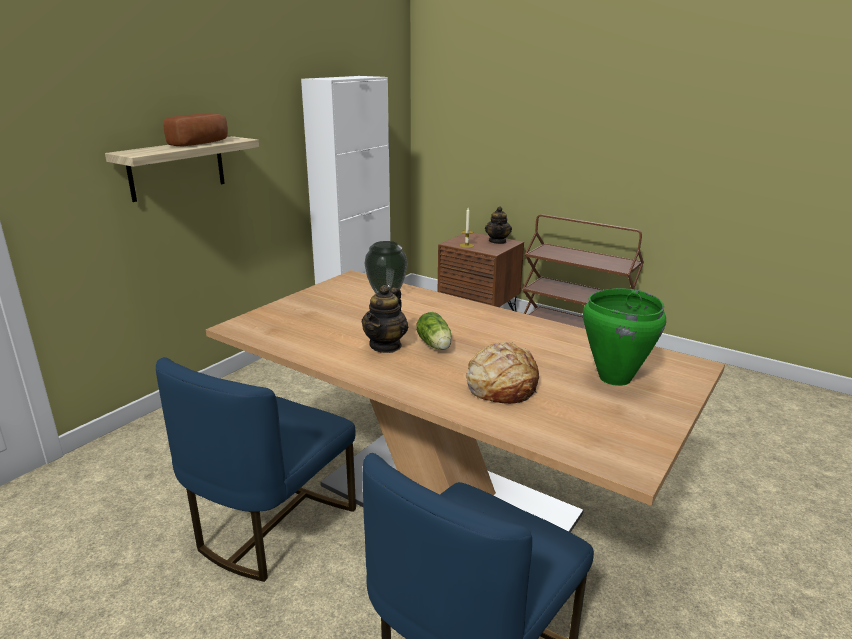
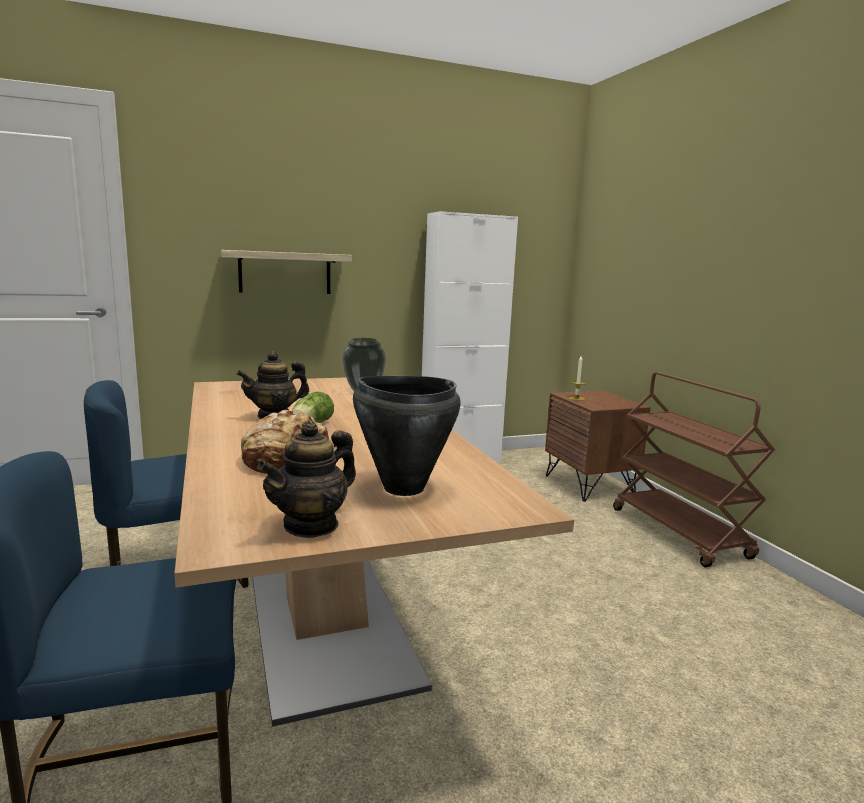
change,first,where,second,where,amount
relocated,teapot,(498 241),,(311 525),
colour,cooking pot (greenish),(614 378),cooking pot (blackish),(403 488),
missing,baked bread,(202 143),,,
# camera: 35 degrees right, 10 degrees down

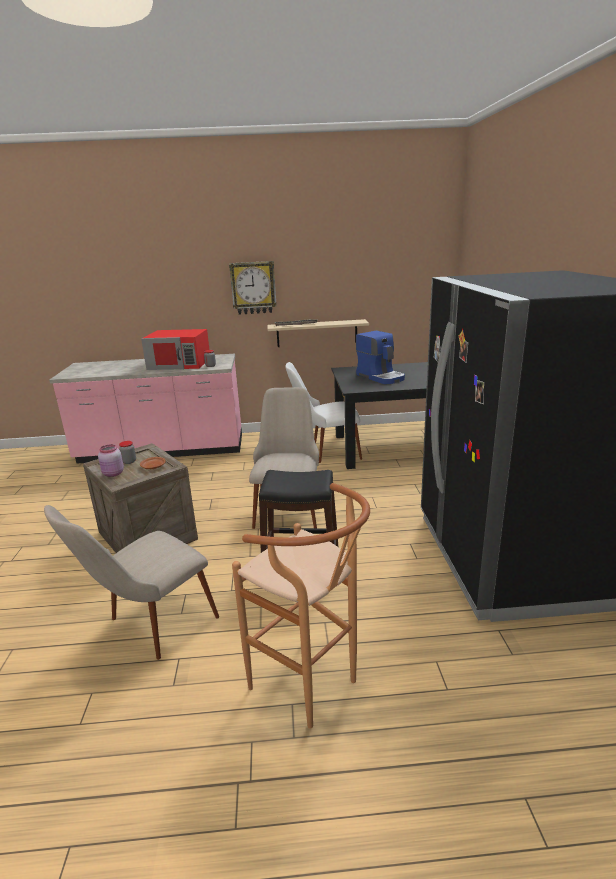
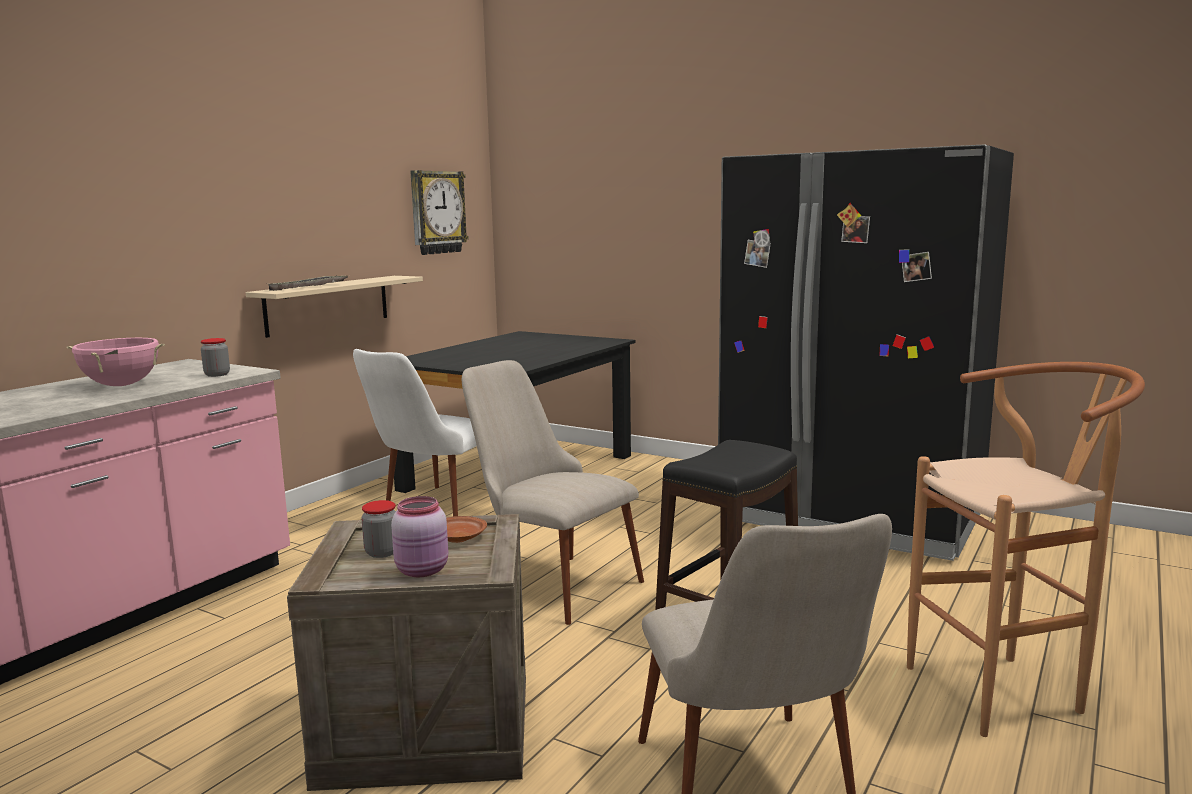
change,first,where,second,where,amount
exchanged,microwave oven (reddish),(180 364),cooking pot (pinkish),(121 385),
relocated,wall clock,(253 288),,(437 212),
missing,coffee brewer,(381 377),,,
# camera: 55 degrees left, 10 degrees down

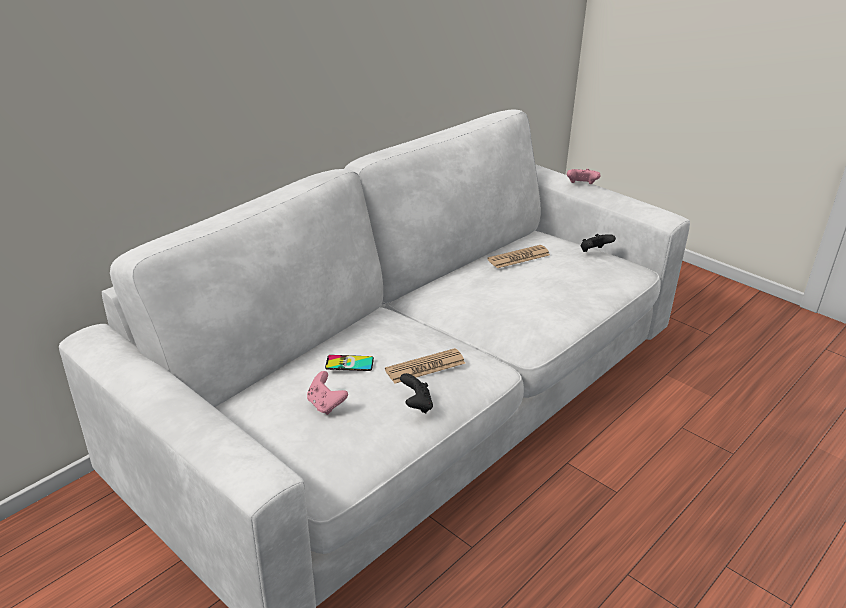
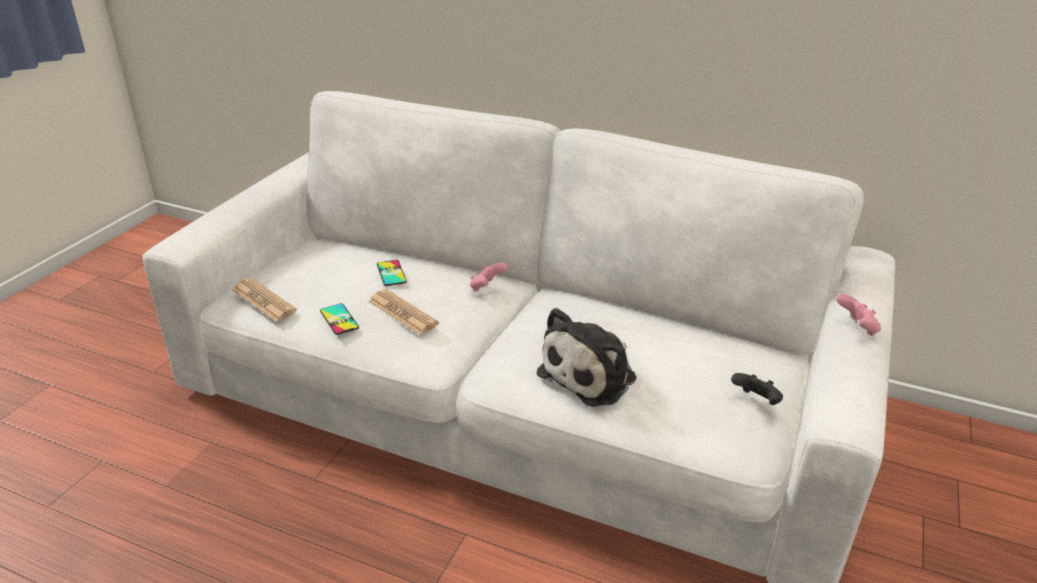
change,first,where,second,where,amount
relocated,daily paper,(519 257),,(263 300),
exchanged,game controller (blackish),(416 405),handset,(339 319),
relocated,game controller (pinkish),(326 405),,(487 288),
appeared,,,cuddly toy,(591 375),
# camera: 70 degrees right, 0 degrees up

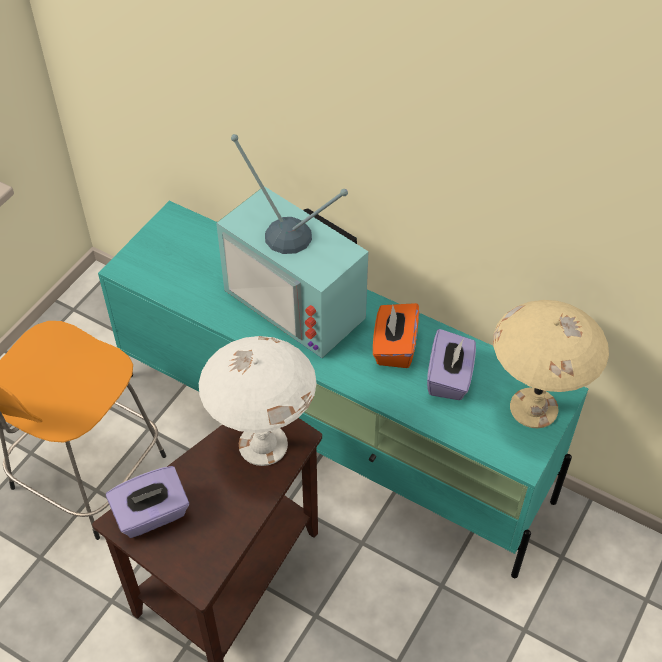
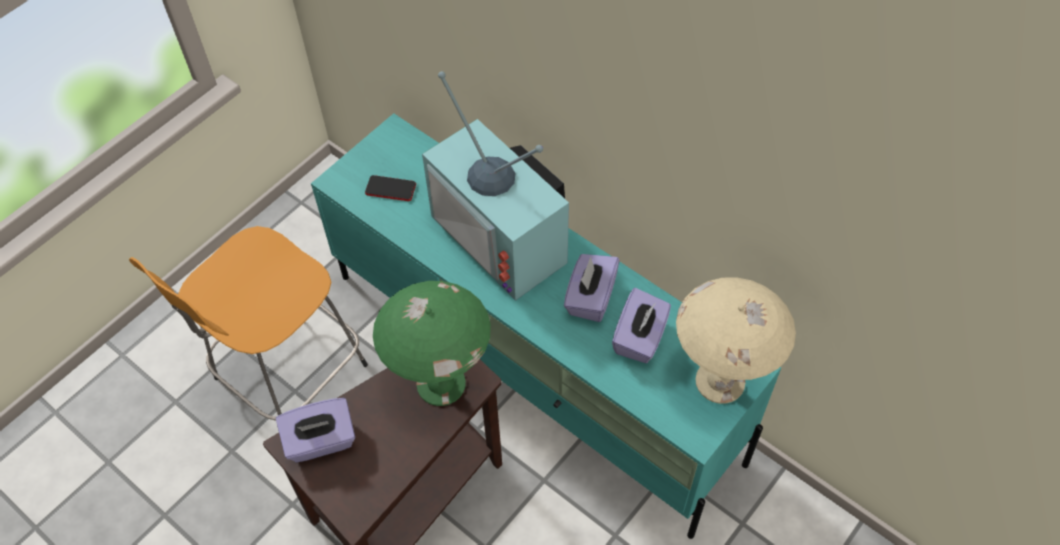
change,first,where,second,where,amount
appeared,,,handset,(390 189),
colour,table lamp (whitish),(262 444),table lamp (greenish),(440 383),
colour,tissue box (orangey),(394 347),tissue box (purple),(590 298),
# camera: 10 degrees right, 5 degrees up

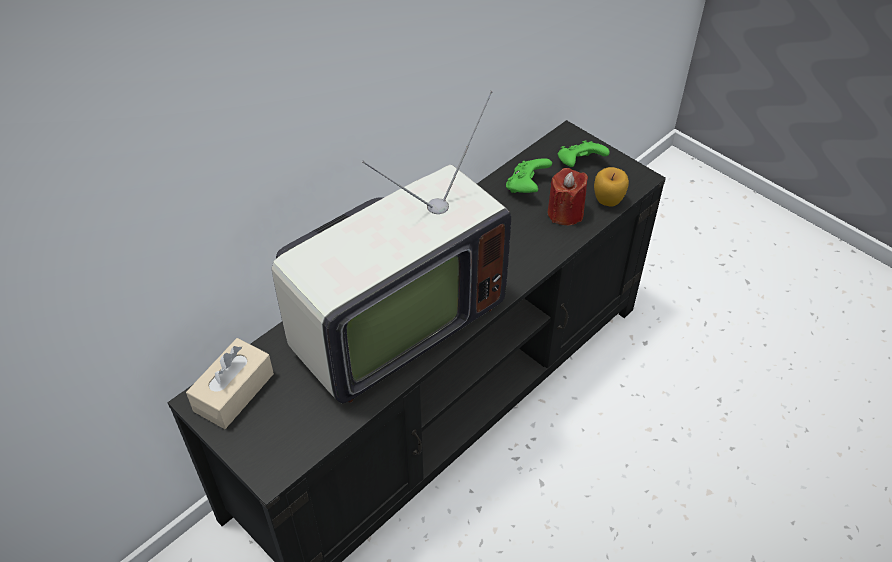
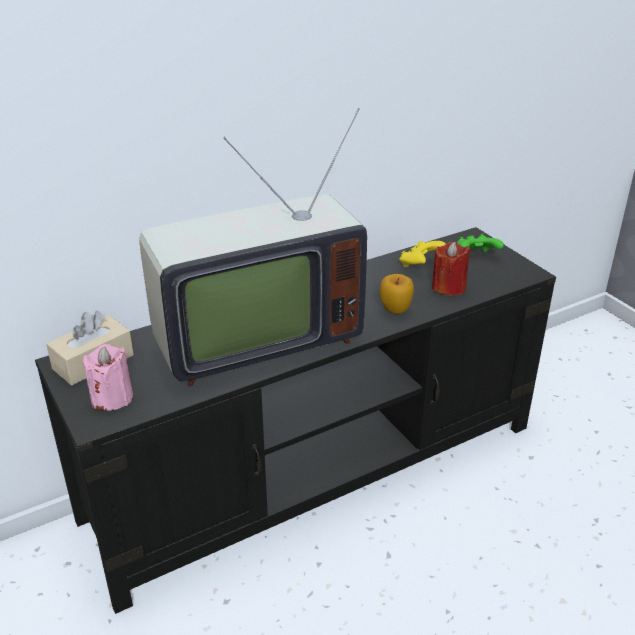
change,first,where,second,where,amount
appeared,,,wax light (pinkish),(112 398),
relocated,apple fruit,(607 202),,(395 310),
colour,game controller (greenish),(526 187),game controller (yellowish),(420 265),
# camera: 15 degrees right, 15 degrees down

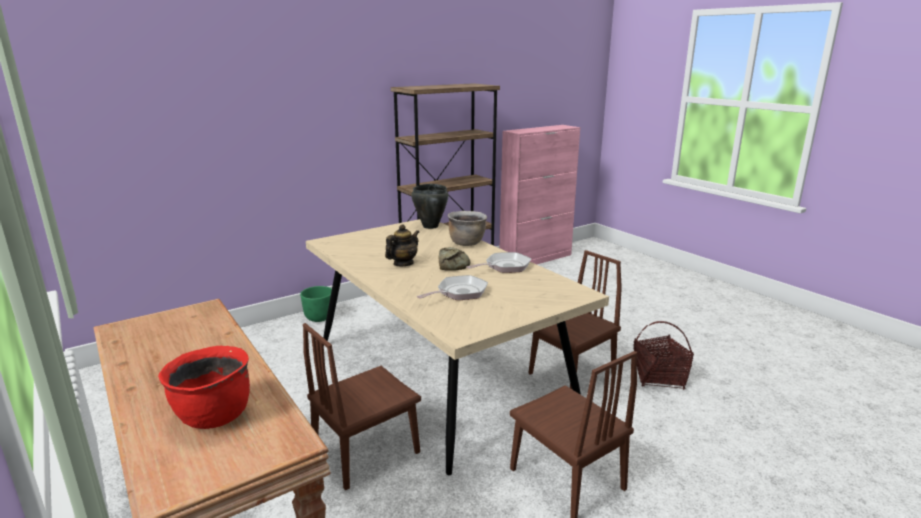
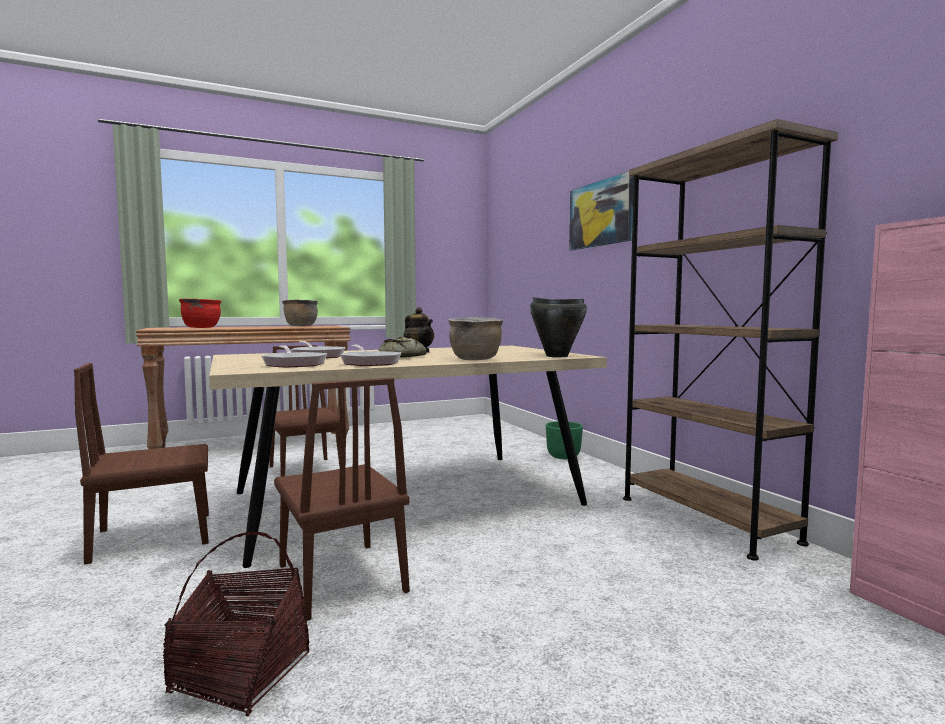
change,first,where,second,where,amount
appeared,,,frying pan,(294 364),
appeared,,,cooking pot (brown-coloured),(300 326),
appeared,,,wall picture,(601 214),
# camera: 100 degrees right, 15 degrees down

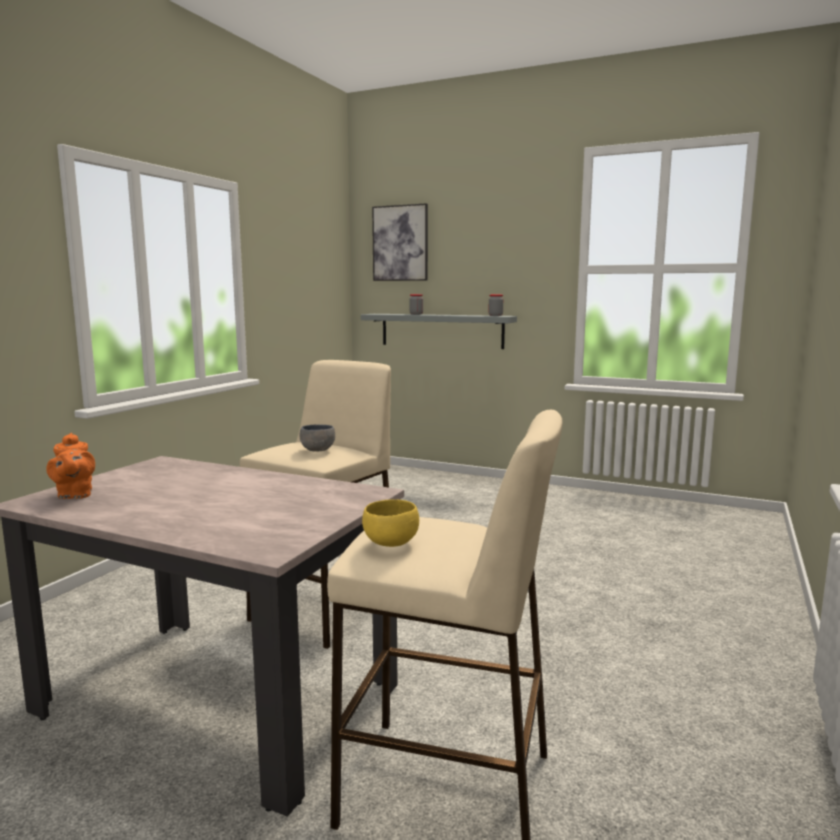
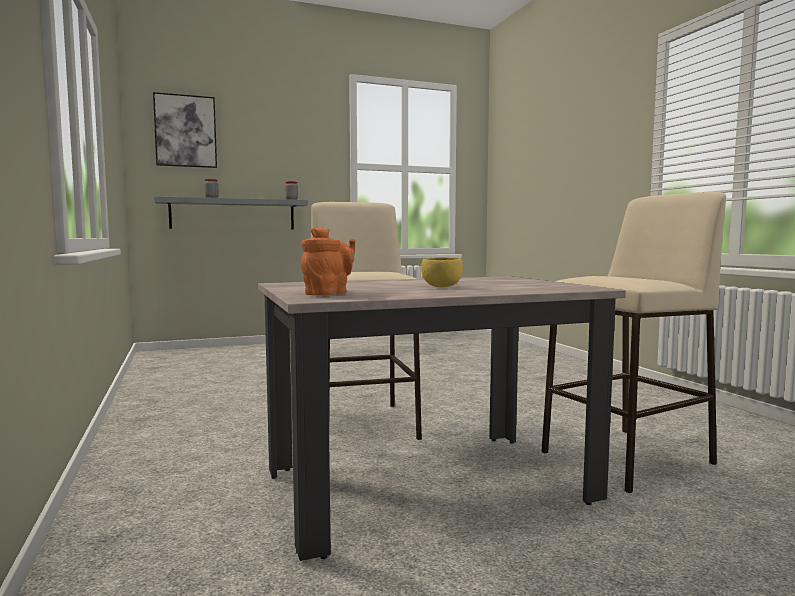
change,first,where,second,where,amount
spun,teapot (orangey),(74 495),,(329 294),75 degrees counterclockwise
relocated,deep dish (yellowish),(389 543),,(441 287),
missing,deep dish (gray),(318 450),,,
# camera: 45 degrees left, 5 degrees down

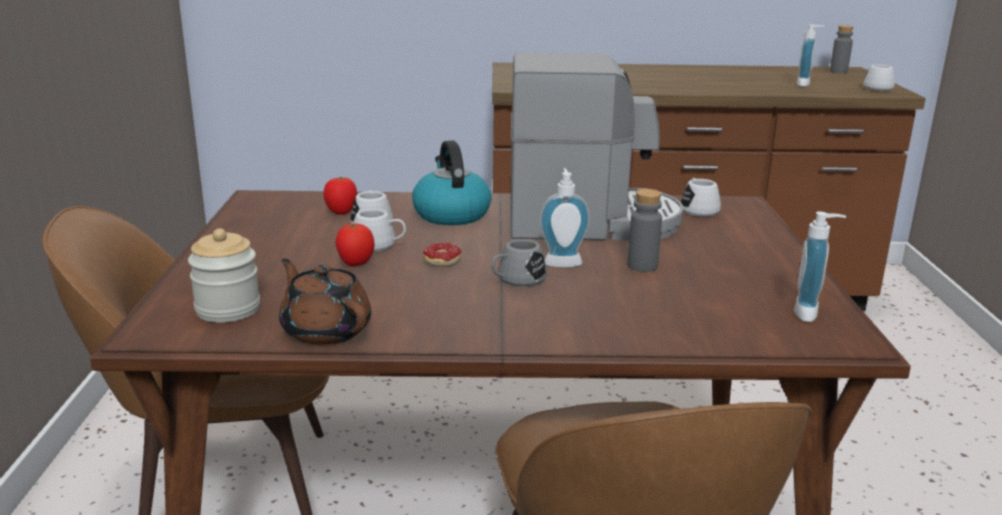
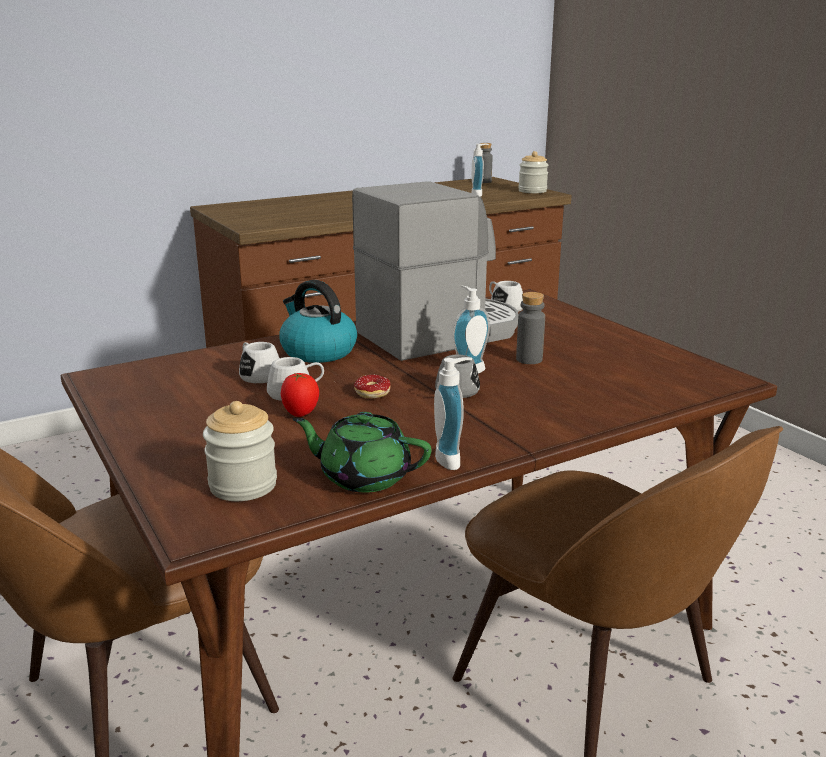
change,first,where,second,where,amount
colour,teapot (brown-coloured),(325 330),teapot (greenish),(363 477),
relocated,liquid soap bottle,(811 313),,(452 459),
exchanged,mug (whitish),(880 88),jar,(532 191),
missing,tomato,(341 213),,,
# camera: 30 degrees left, 0 degrees up

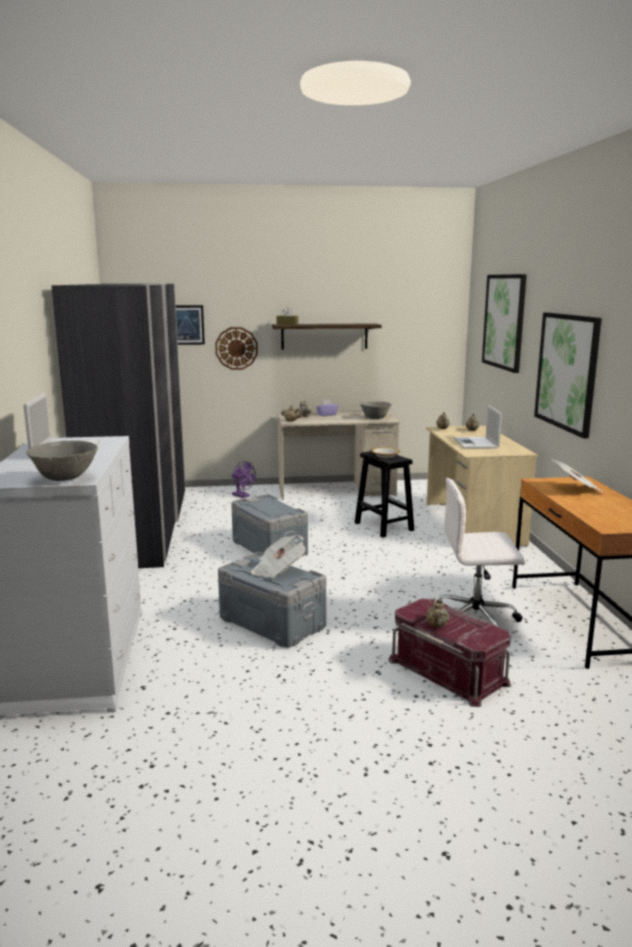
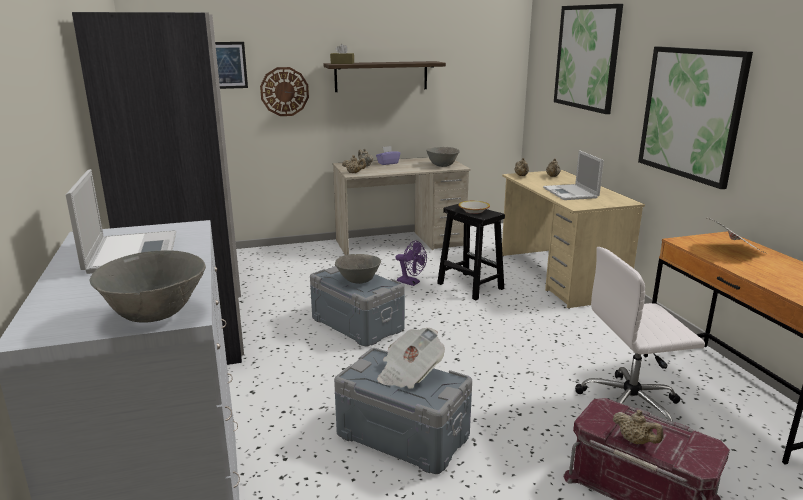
change,first,where,second,where,amount
appeared,,,deep dish (gray),(358 281),
relocated,fan (purple),(243 496),,(411 282),
spun,teapot (beige-coloured),(436 626),,(635 441),45 degrees counterclockwise
# camera: 10 degrees left, 5 degrees up

